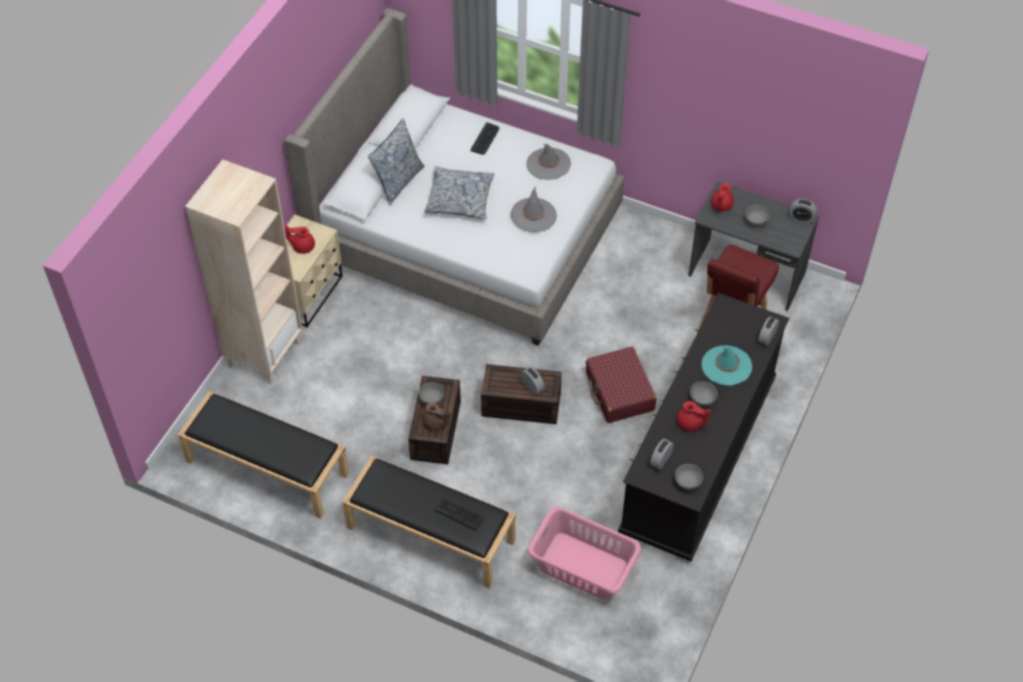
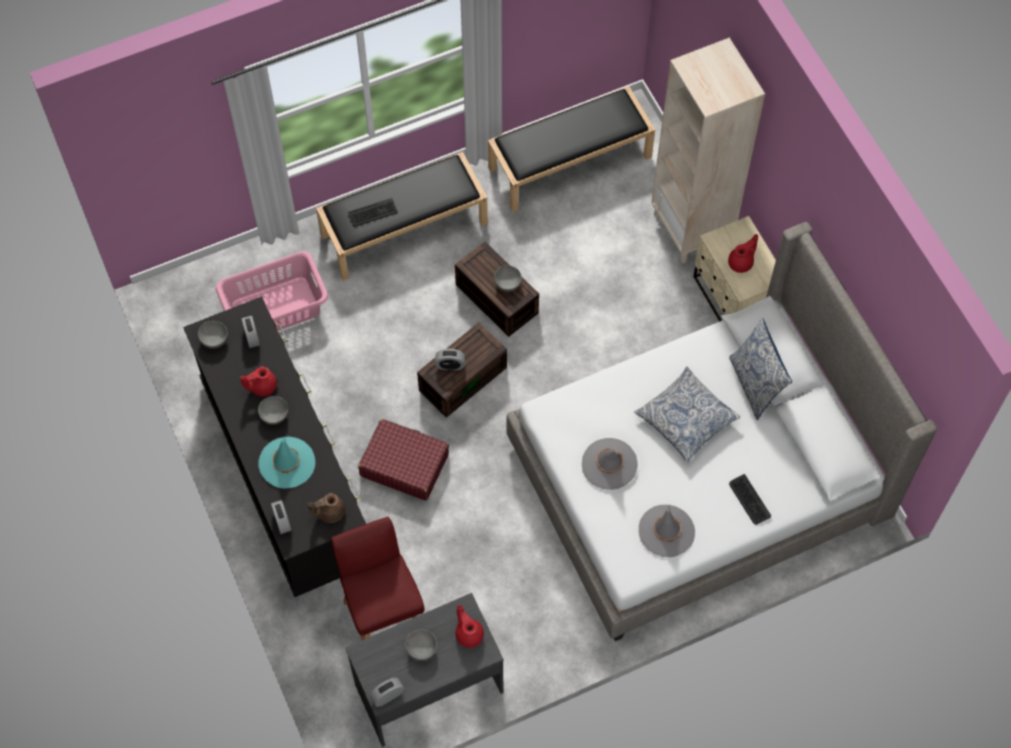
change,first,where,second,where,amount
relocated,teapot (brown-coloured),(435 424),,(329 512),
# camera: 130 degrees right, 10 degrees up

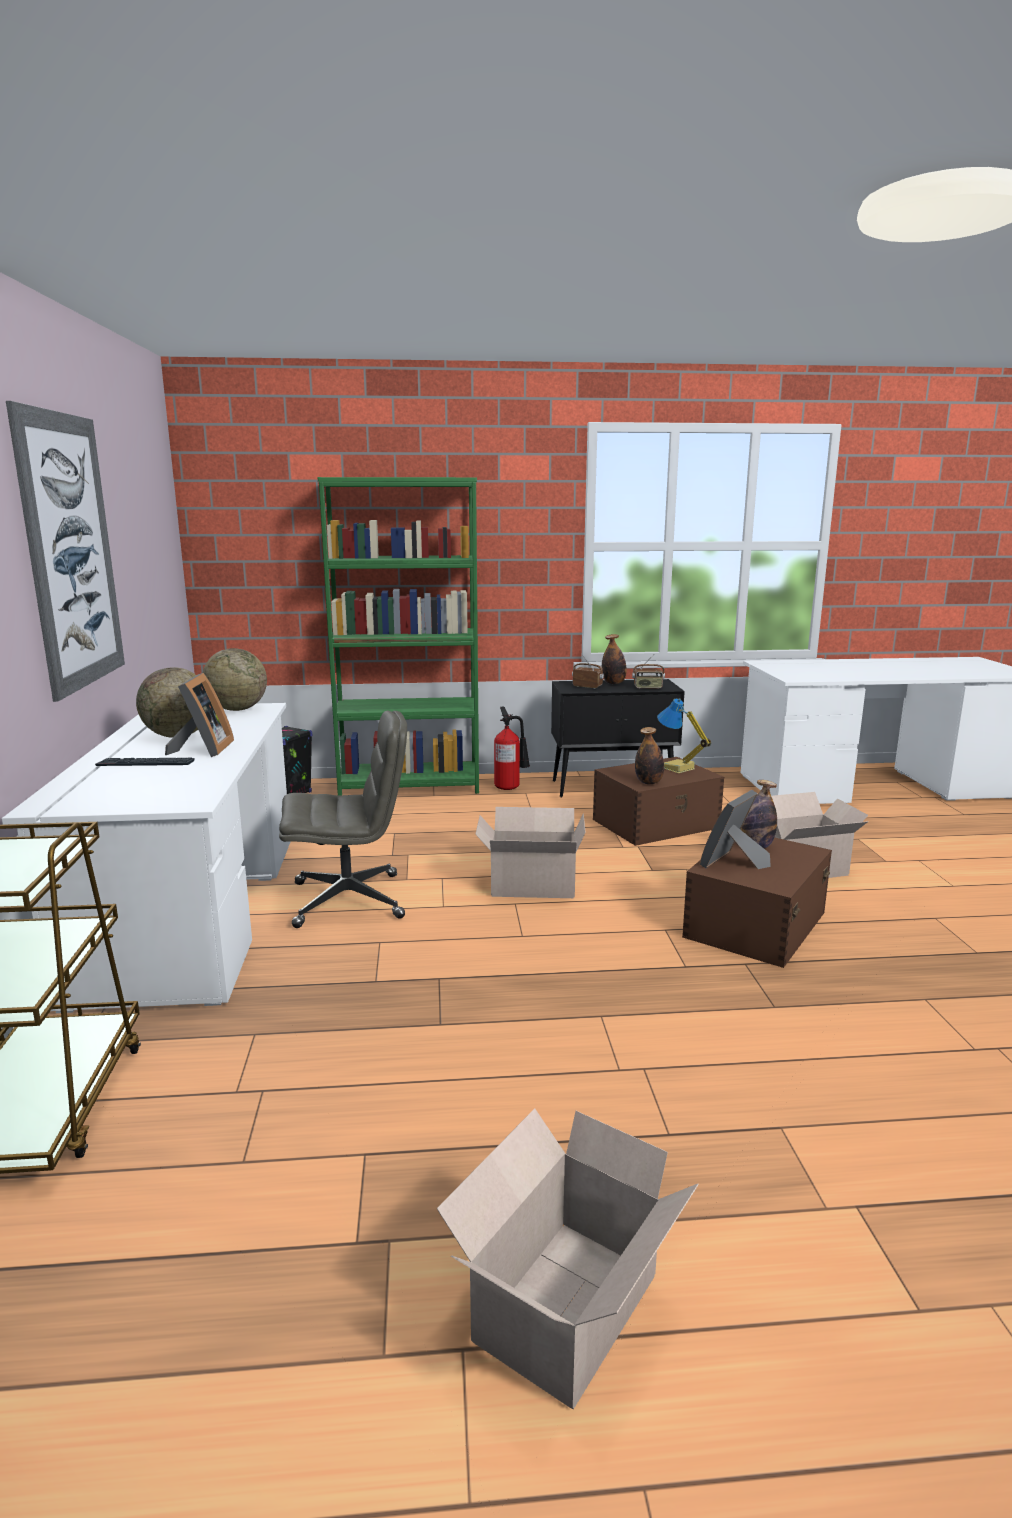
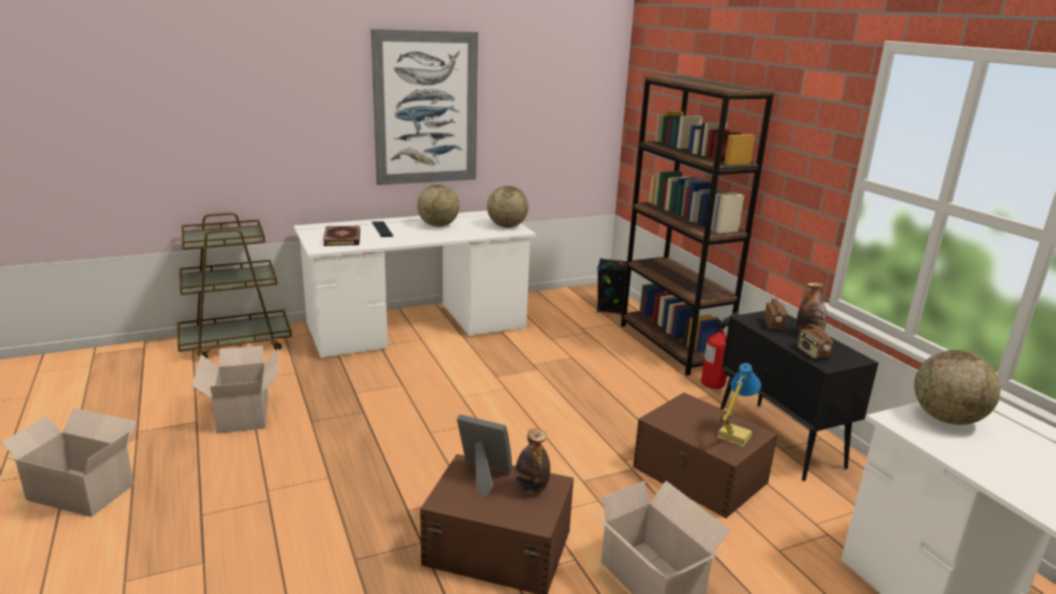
change,first,where,second,where,amount
relocated,packing box,(530 885),,(244 412),
appeared,,,volume,(343 238),
colour,bookshelf (greenish),(410 786),bookshelf (brown-coloured),(672 345),
appeared,,,desk globe,(946 419),
missing,picture frame,(203 750),,,
missing,office chair (gray),(350 900),,,
missing,beverage bottle,(648 782),,,
# camera: 70 degrees right, 5 degrees up

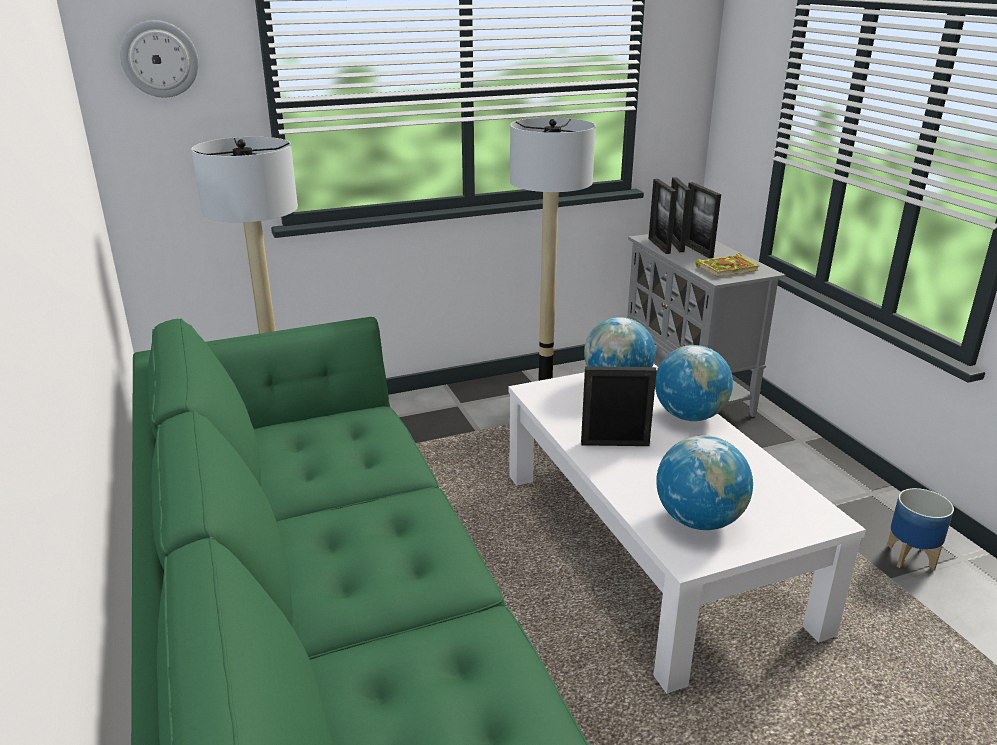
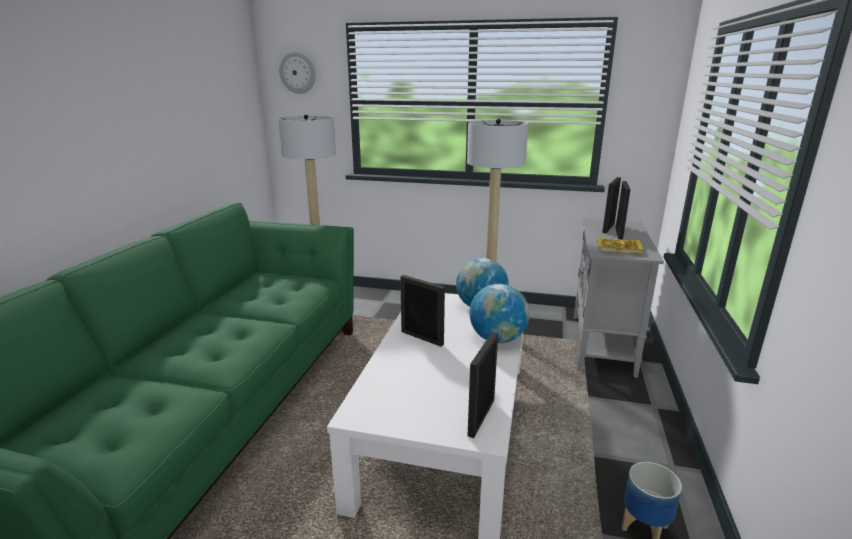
change,first,where,second,where,amount
relocated,picture frame,(659 246),,(481 417),
missing,desk globe,(699 520),,,
# camera: 35 degrees right, 5 degrees down

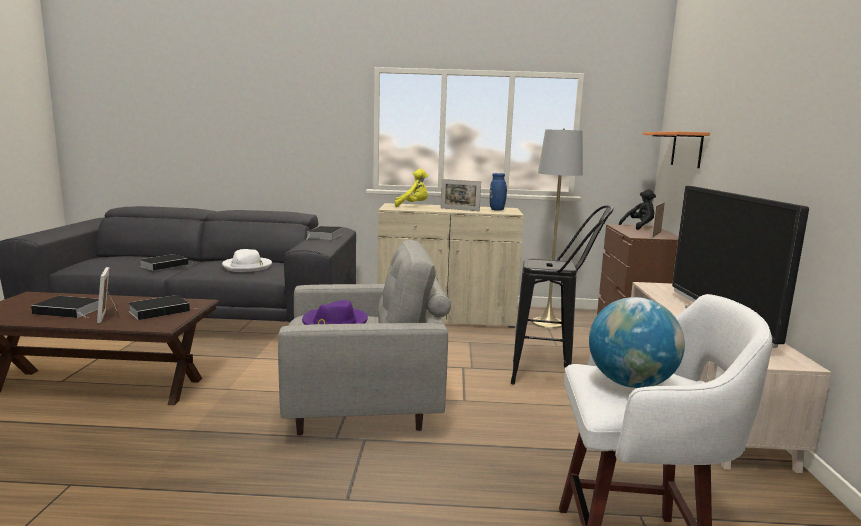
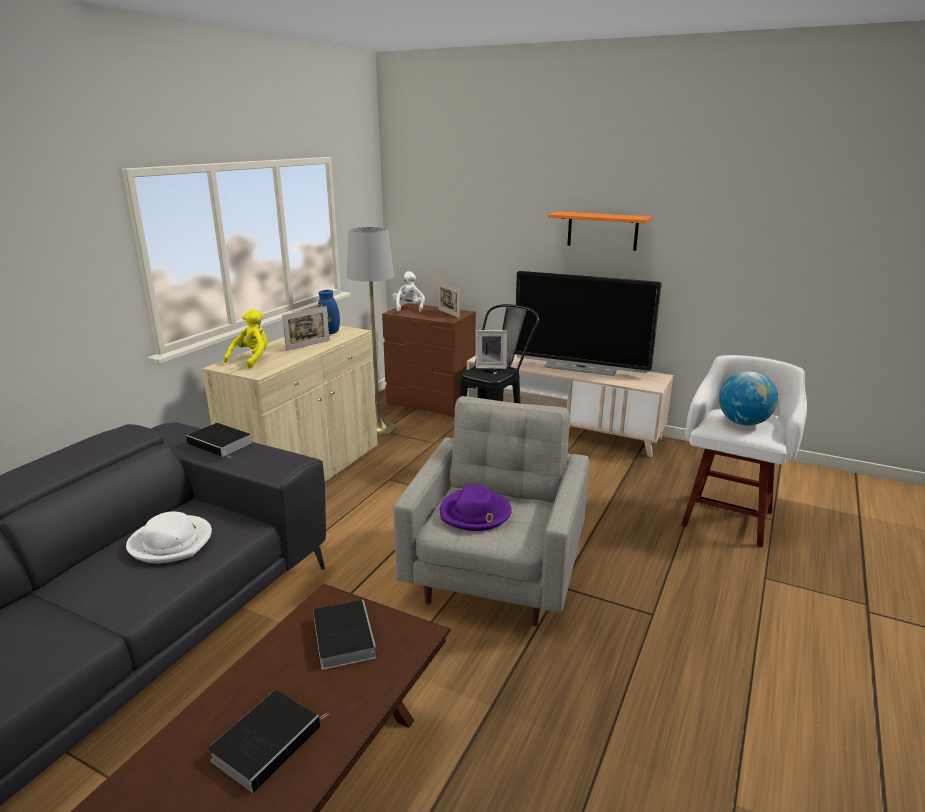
change,first,where,second,where,amount
colour,cuddly toy (blackish),(639 227),cuddly toy (whitish),(409 308),
relocated,picture frame,(110 316),,(491 366),
relocated,shelf (orangey),(687 149),,(602 231),
missing,volume,(165 265),,,
# camera: 65 degrees left, 10 degrees up

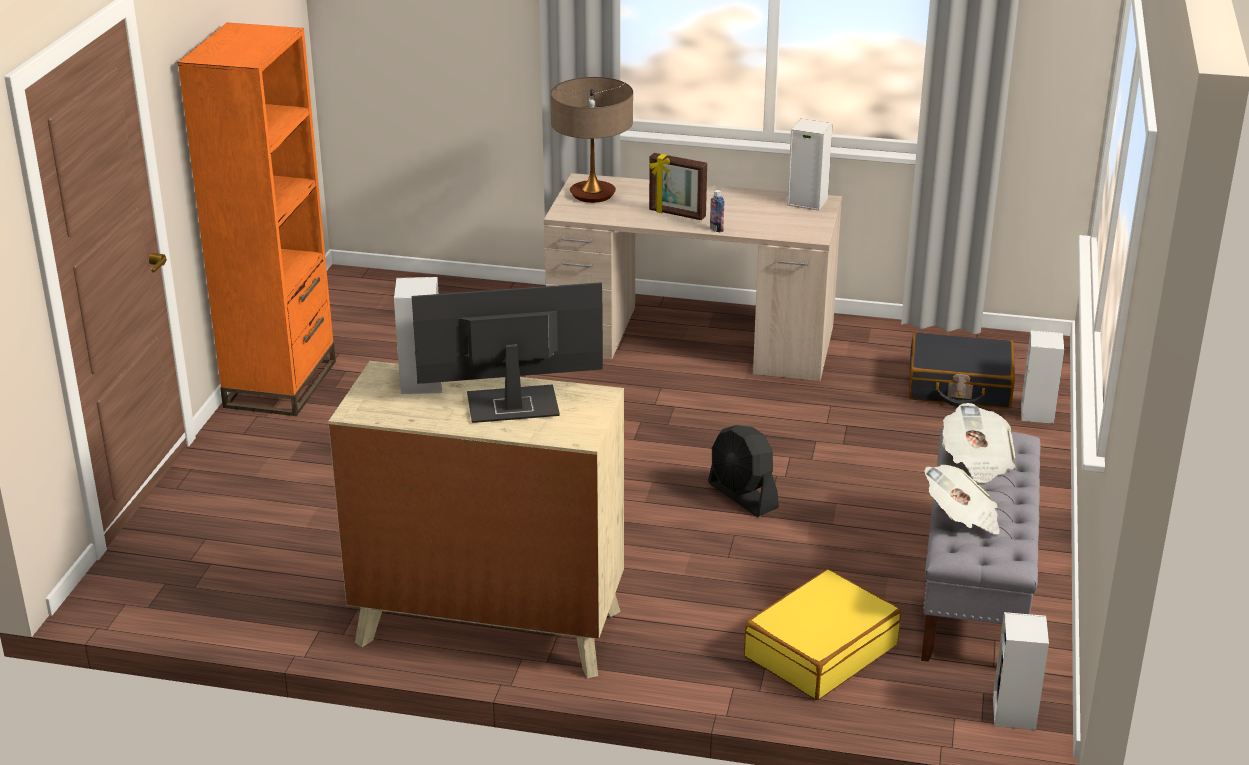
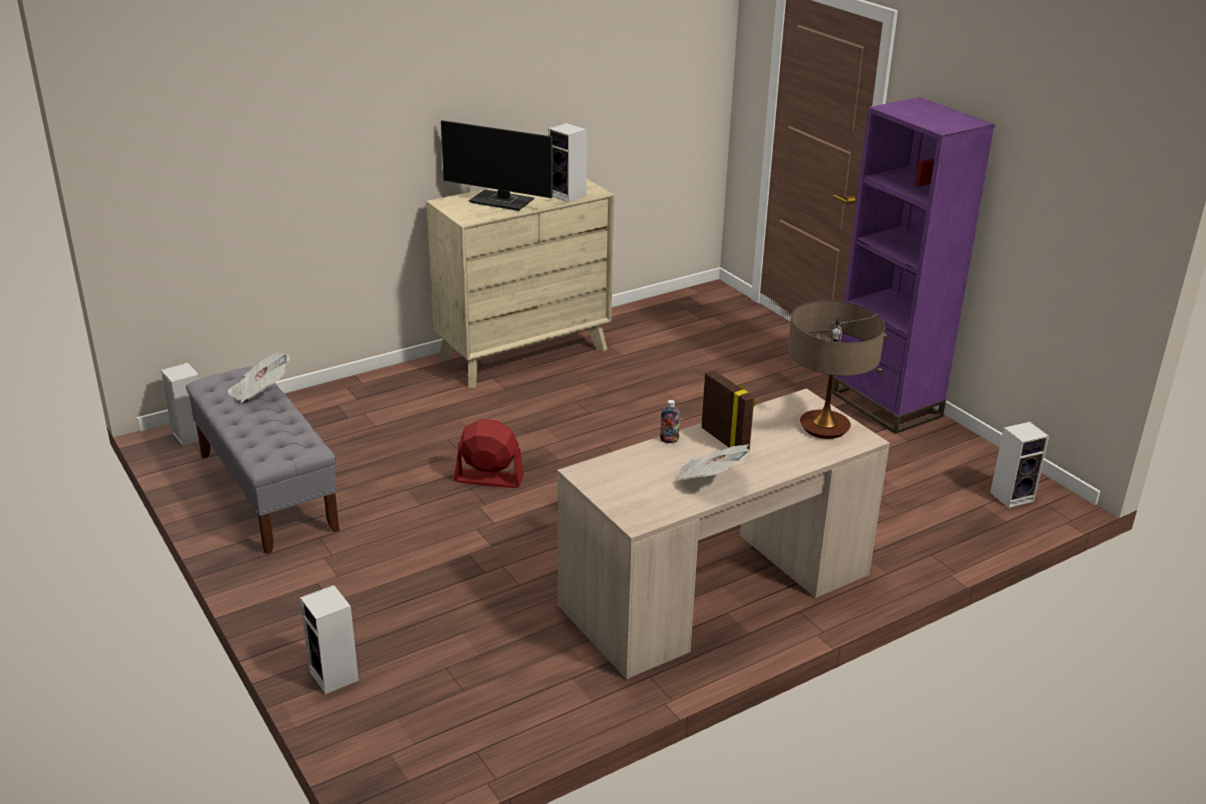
change,first,where,second,where,amount
spun,monitor,(510 406),,(503 201),75 degrees clockwise
colour,fan (blackish),(742 496),fan (reddish),(488 478),
relocated,daily paper,(977 461),,(709 479),
spun,picture frame,(676 214),,(725 440),75 degrees clockwise
colour,bookshelf (orangey),(281 384),bookshelf (purple),(886 405),
relocated,loudspeaker,(805 202),,(1012 496),
missing,suitcase (yellowish),(820 651),,,
missing,suitcase (blackish),(959 386),,,
# camera: 135 degrees right, 0 degrees up

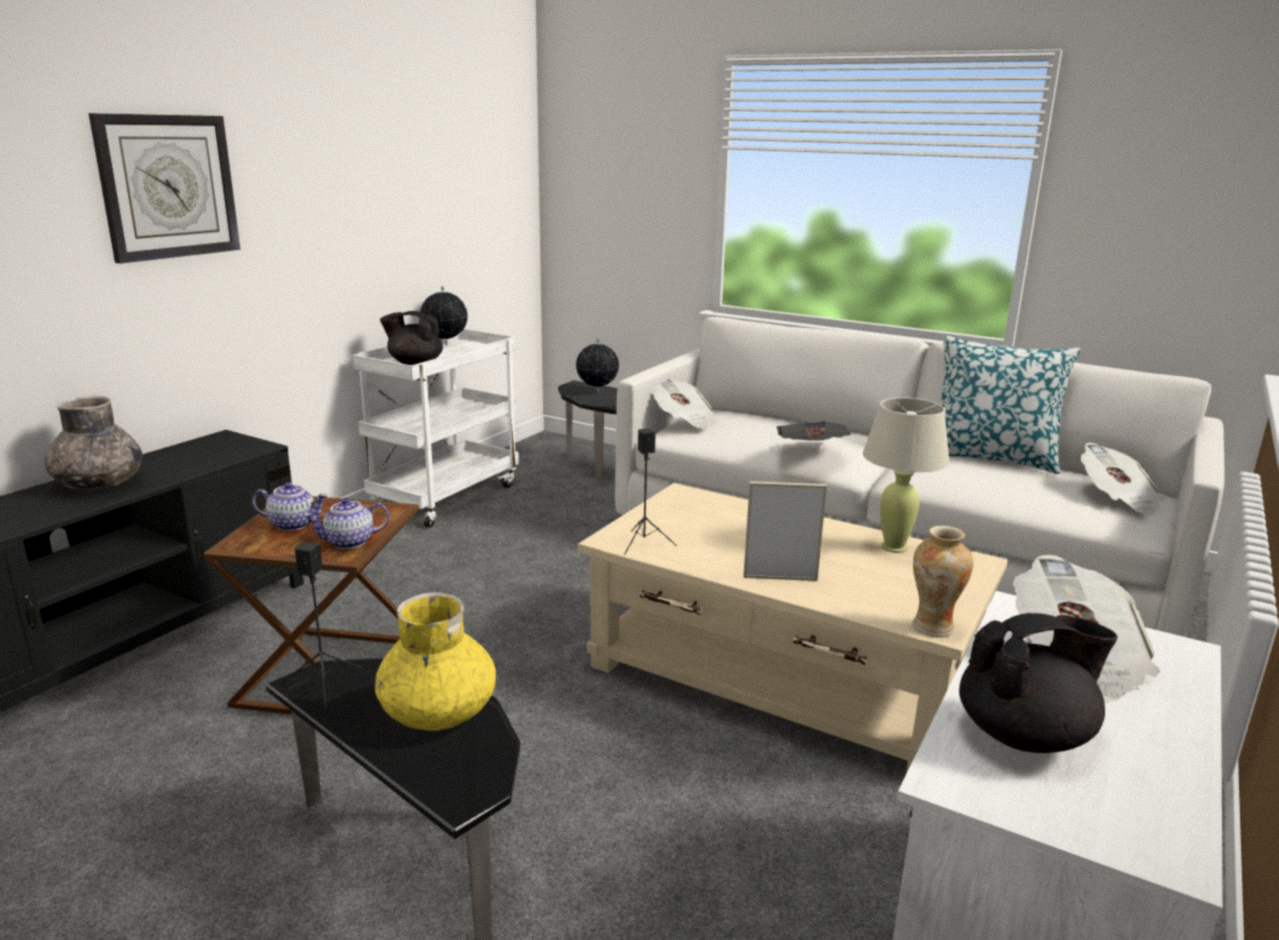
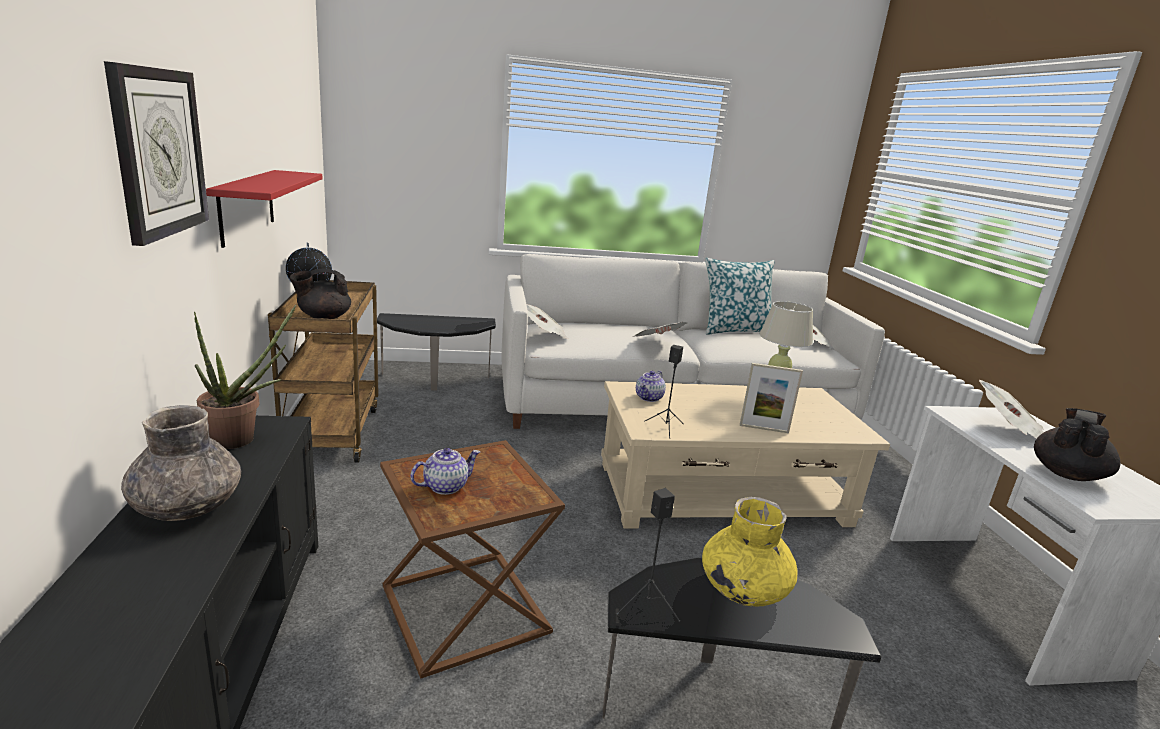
change,first,where,second,where,amount
appeared,,,potted plant,(243 439),
appeared,,,shelf (reddish),(247 205),
colour,cart (whitish),(445 496),cart (brown-coloured),(332 432),
relocated,teapot,(349 542),,(649 398),
spun,picture frame,(780 578),,(764 429),135 degrees counterclockwise
missing,desk globe,(597 392),,,
missing,decorative vase,(932 628),,,
# camera: 40 degrees left, 0 degrees up

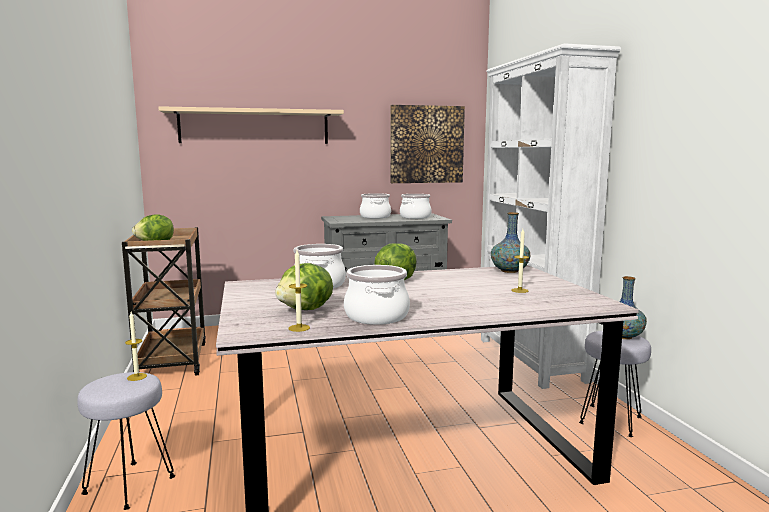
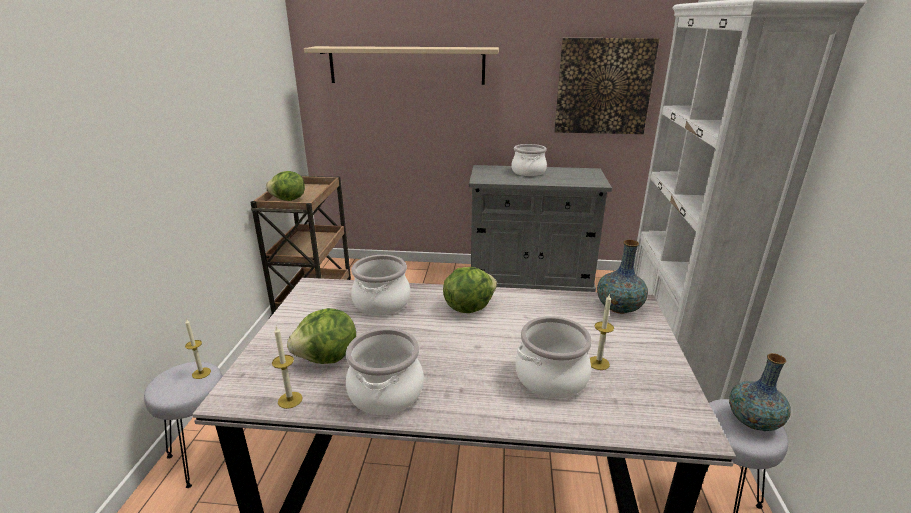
change,first,where,second,where,amount
relocated,cooking pot,(415 217),,(551 377),
# camera: 20 degrees right, 15 degrees up

